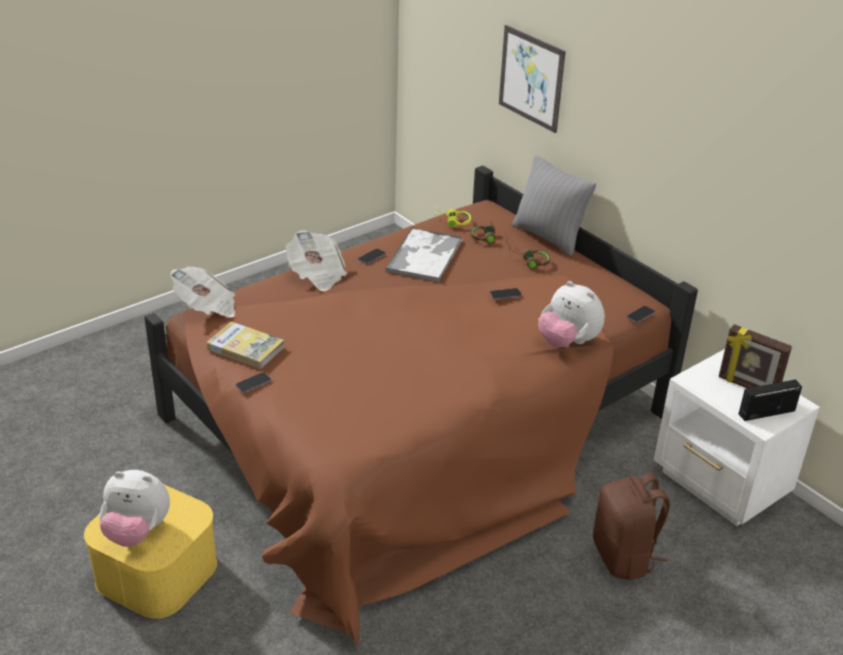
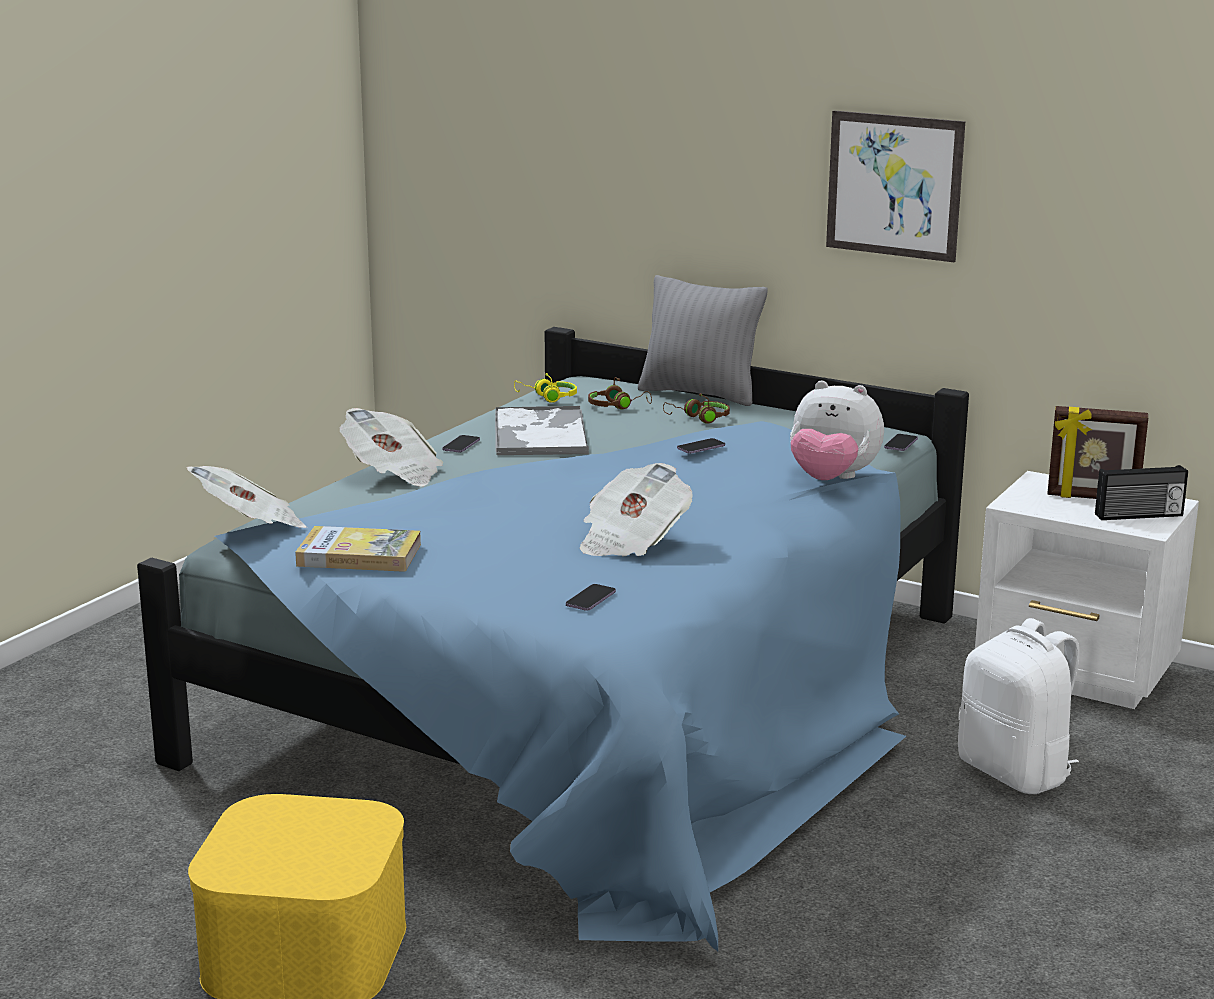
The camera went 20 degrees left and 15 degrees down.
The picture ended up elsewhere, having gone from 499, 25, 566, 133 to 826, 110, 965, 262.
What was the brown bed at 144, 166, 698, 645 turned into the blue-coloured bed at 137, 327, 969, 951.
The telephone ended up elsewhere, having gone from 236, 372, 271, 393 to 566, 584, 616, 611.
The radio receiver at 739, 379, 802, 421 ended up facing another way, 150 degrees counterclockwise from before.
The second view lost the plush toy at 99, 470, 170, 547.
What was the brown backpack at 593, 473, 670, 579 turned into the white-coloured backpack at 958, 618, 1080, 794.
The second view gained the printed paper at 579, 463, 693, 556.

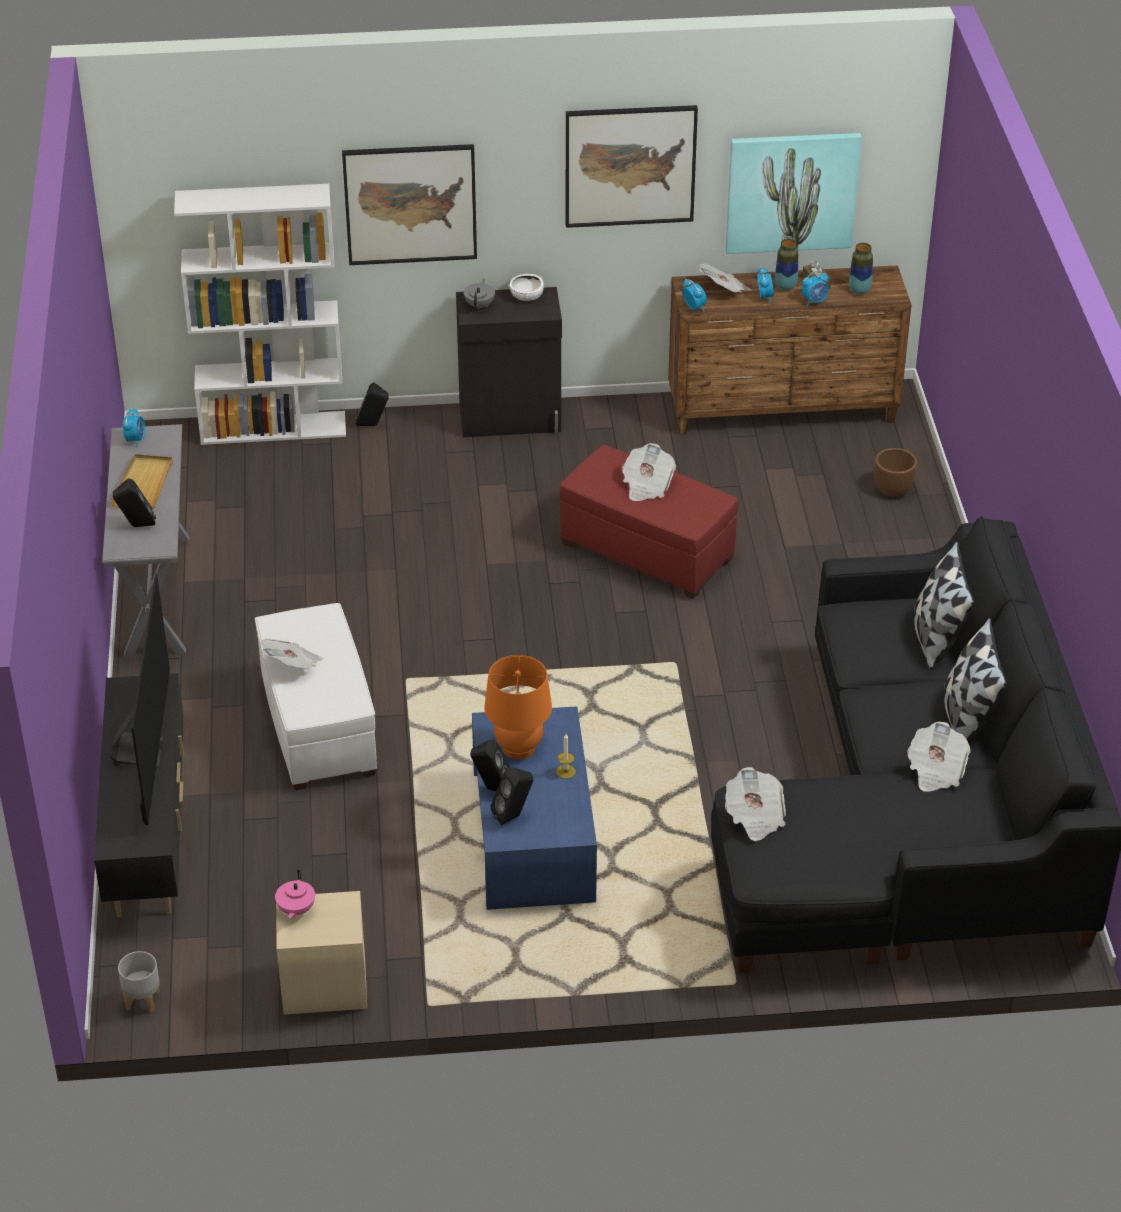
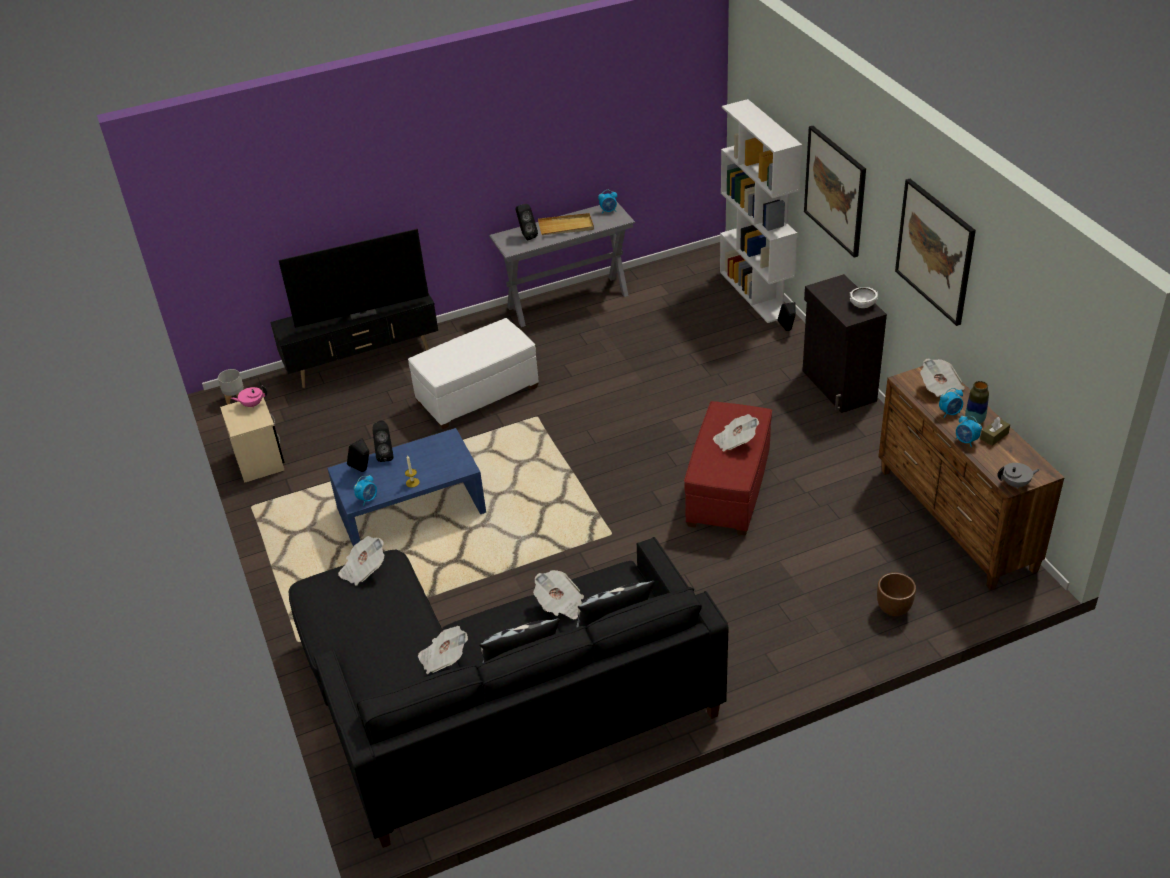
The camera went 75 degrees right and 0 degrees up.
The second view lost the picture at 726, 133, 862, 254.
The second view lost the vase at 849, 243, 873, 295.
The grey pot for tea ended up elsewhere, having gone from 464, 278, 495, 310 to 998, 463, 1040, 489.
The bedside clock ended up elsewhere, having gone from 682, 279, 707, 312 to 354, 475, 377, 506.
The printed paper ended up elsewhere, having gone from 260, 639, 323, 669 to 533, 570, 584, 619.
The second view lost the orange table lamp at 484, 655, 552, 759.

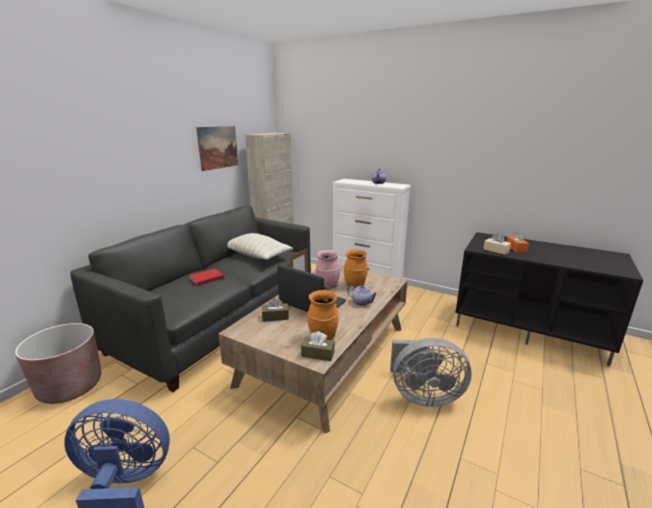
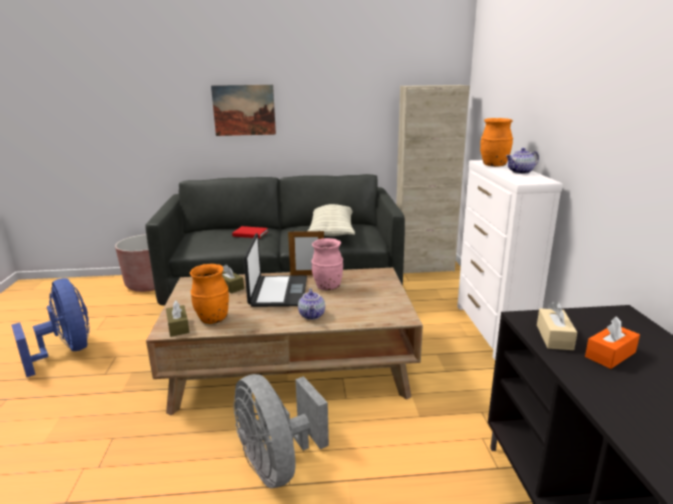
The camera went 55 degrees right and 0 degrees up.
The picture ended up elsewhere, having gone from 196, 126, 238, 171 to 211, 85, 276, 136.
The orange vase ended up elsewhere, having gone from 344, 249, 368, 288 to 480, 118, 513, 167.

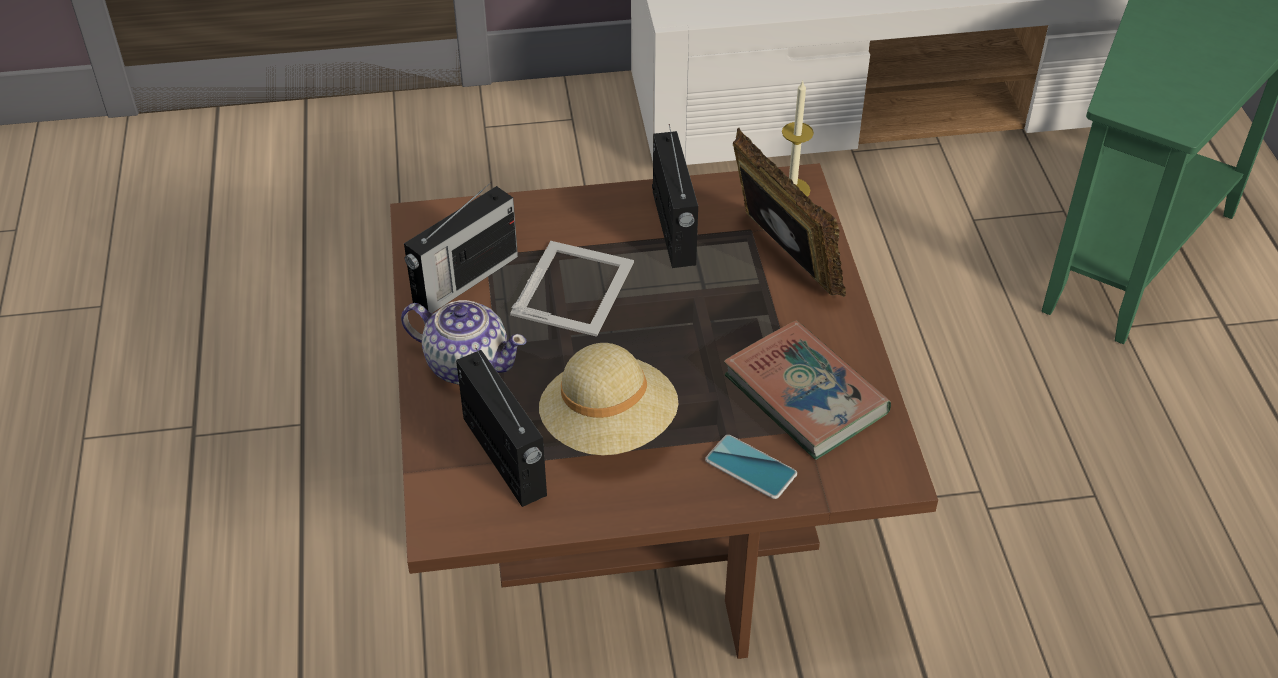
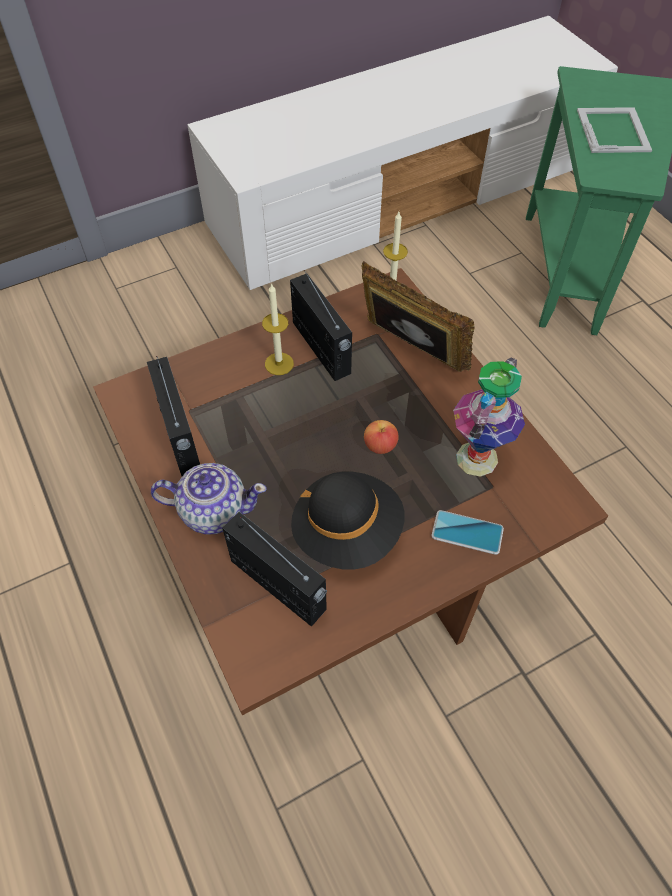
The camera went 20 degrees left and 10 degrees up.
The radio receiver at 404, 182, 518, 313 ended up facing another way, 45 degrees counterclockwise from before.
The photo frame ended up elsewhere, having gone from 510, 241, 634, 337 to 577, 107, 652, 153.
Where the bound book stood at 724, 321, 891, 460, the vase came to stand at 453, 357, 525, 477.
What was the beige-coloured hat at 539, 343, 679, 455 turned into the blackish hat at 291, 472, 405, 570.
The second view gained the candle at 262, 283, 294, 375.
The second view gained the whole apple at 364, 420, 399, 454.

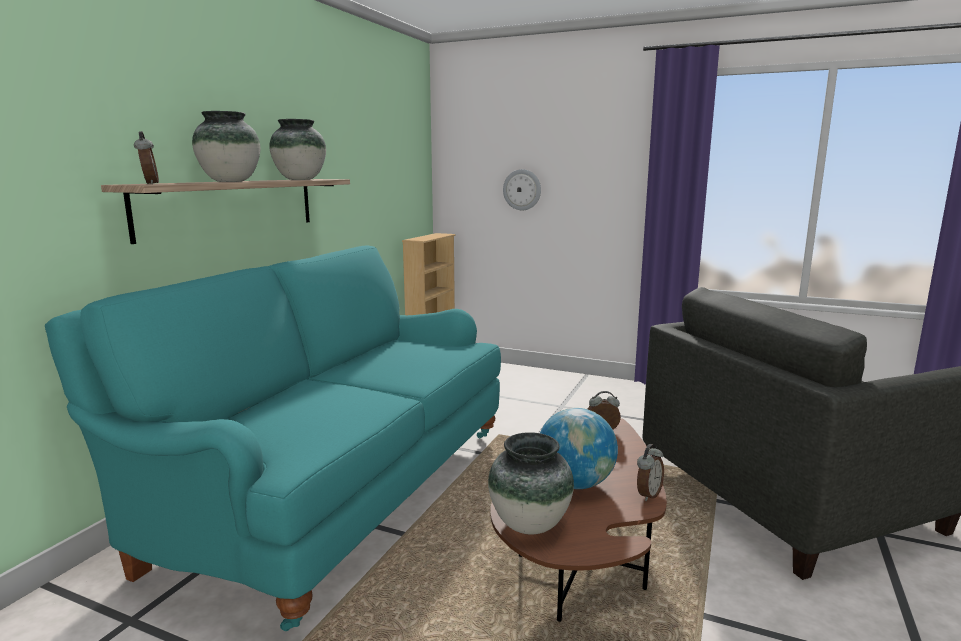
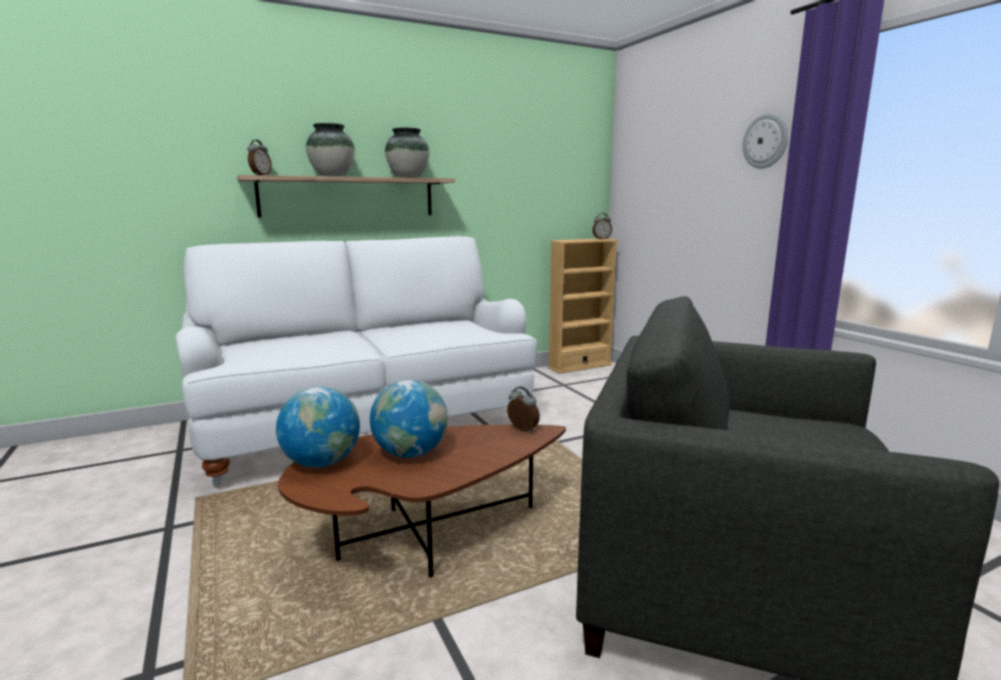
The camera went 40 degrees right and 0 degrees up.
The hanging clock ended up elsewhere, having gone from 503, 169, 541, 210 to 743, 113, 788, 169.
What was the turquoise-coloured couch at 45, 246, 501, 631 turned into the white-coloured couch at 175, 236, 537, 486.
Where the vase stood at 488, 432, 574, 535, the desk globe came to stand at 276, 387, 360, 468.
The bedside clock ended up elsewhere, having gone from 637, 444, 664, 501 to 592, 213, 612, 239.

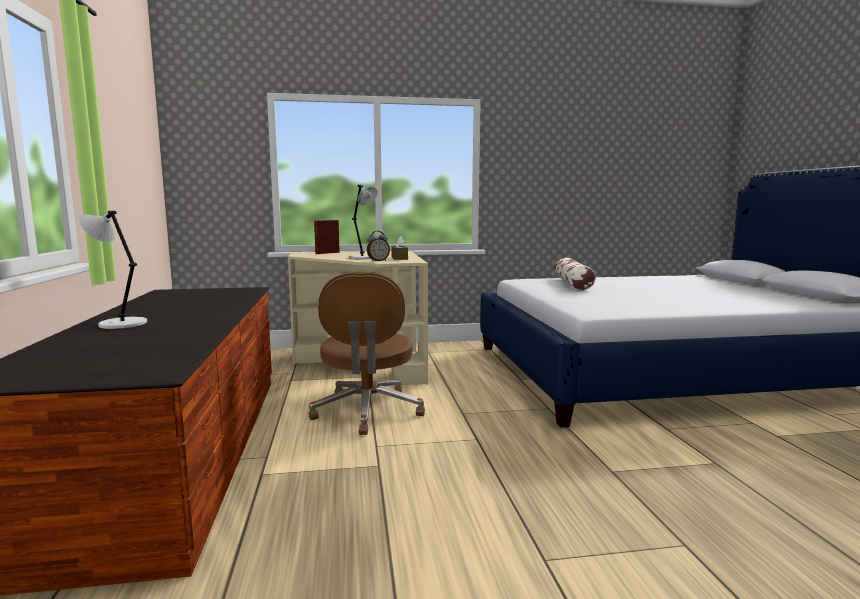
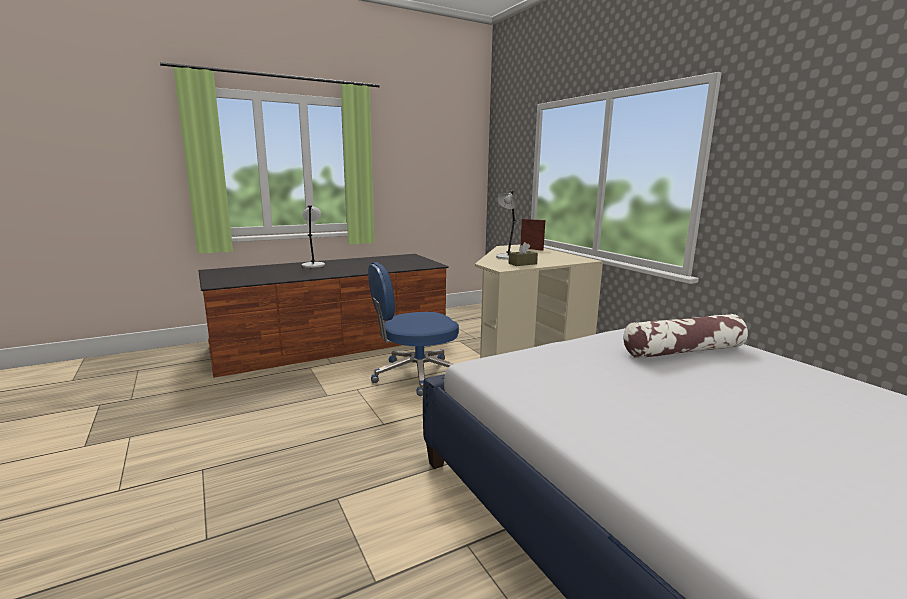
The camera went 70 degrees right and 5 degrees up.
The second view lost the bedside clock at 367, 231, 390, 262.
What was the brown desk chair at 309, 272, 425, 435 turned into the blue-coloured desk chair at 368, 262, 459, 396.

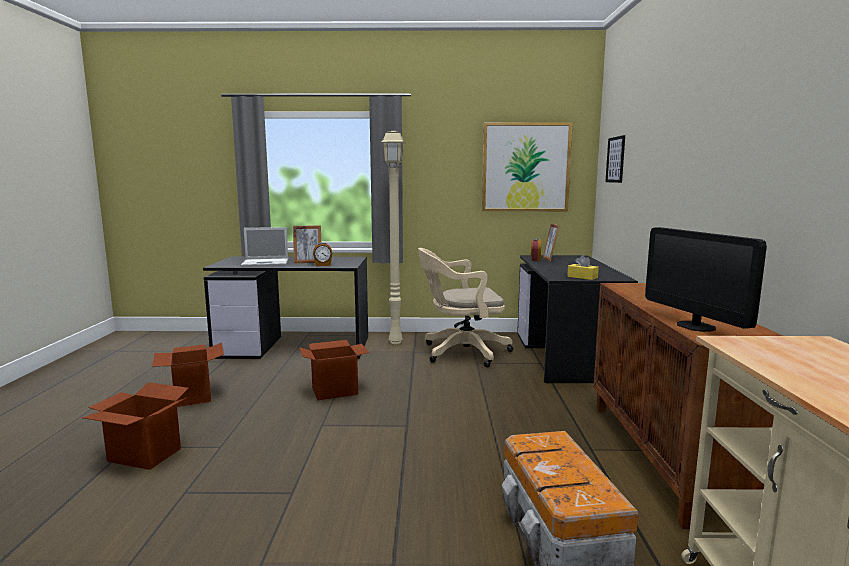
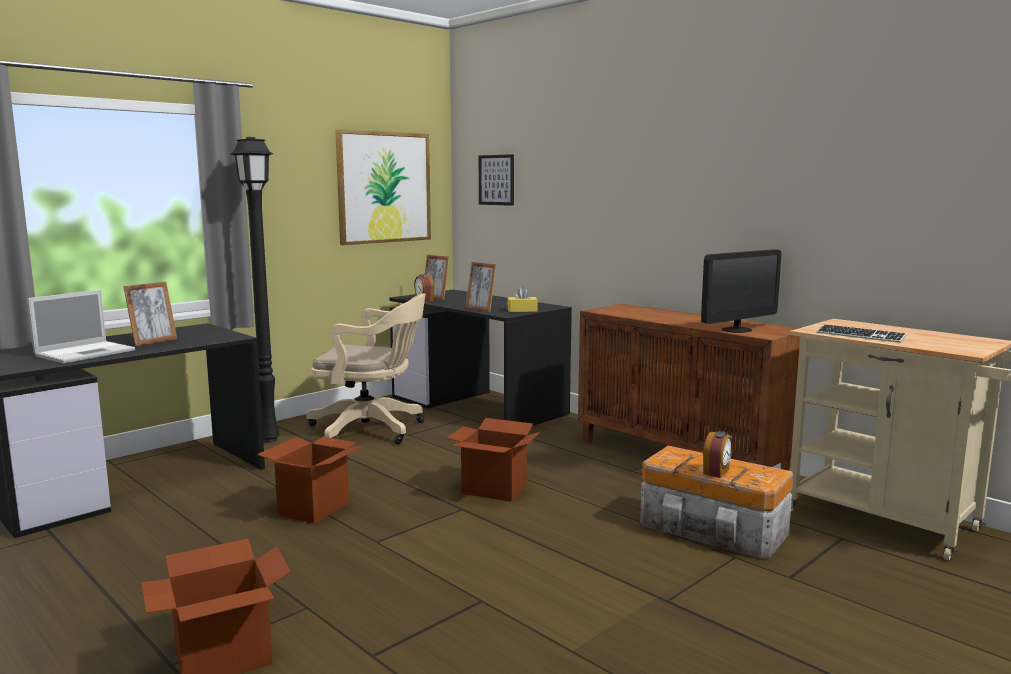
The camera went 45 degrees left and 0 degrees up.
What was the beige-coloured standing lamp at 381, 130, 405, 344 turned into the blackish standing lamp at 230, 137, 280, 443.
The computer display at 645, 227, 767, 332 ended up facing another way, 60 degrees counterclockwise from before.
The bedside clock ended up elsewhere, having gone from 313, 242, 332, 266 to 703, 431, 732, 478.
The beige-coloured desk chair at 418, 248, 513, 368 ended up facing another way, 120 degrees counterclockwise from before.
The carton ended up elsewhere, having gone from 152, 342, 224, 407 to 447, 418, 540, 502.
The second view gained the photo frame at 465, 262, 497, 312.
The second view gained the computer keyboard at 817, 324, 907, 343.

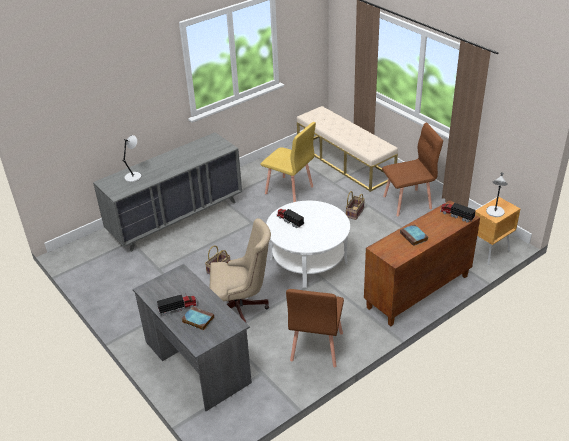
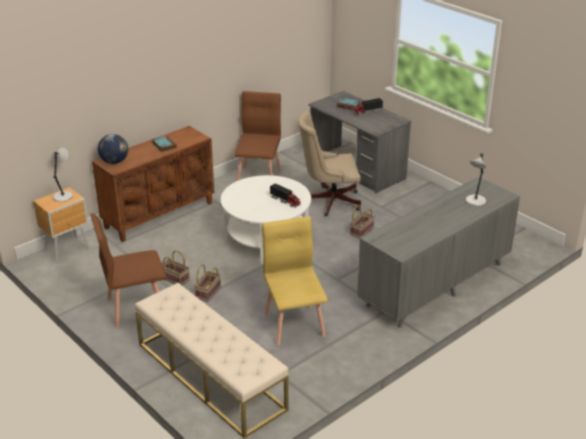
The camera went 175 degrees right and 5 degrees down.
The yellowish upright chair at 260, 122, 316, 202 ended up facing another way, 45 degrees clockwise from before.
Where the toy truck stood at 440, 203, 476, 223, the desk globe came to stand at 98, 134, 128, 164.
The second view gained the basket at 162, 250, 190, 286.

